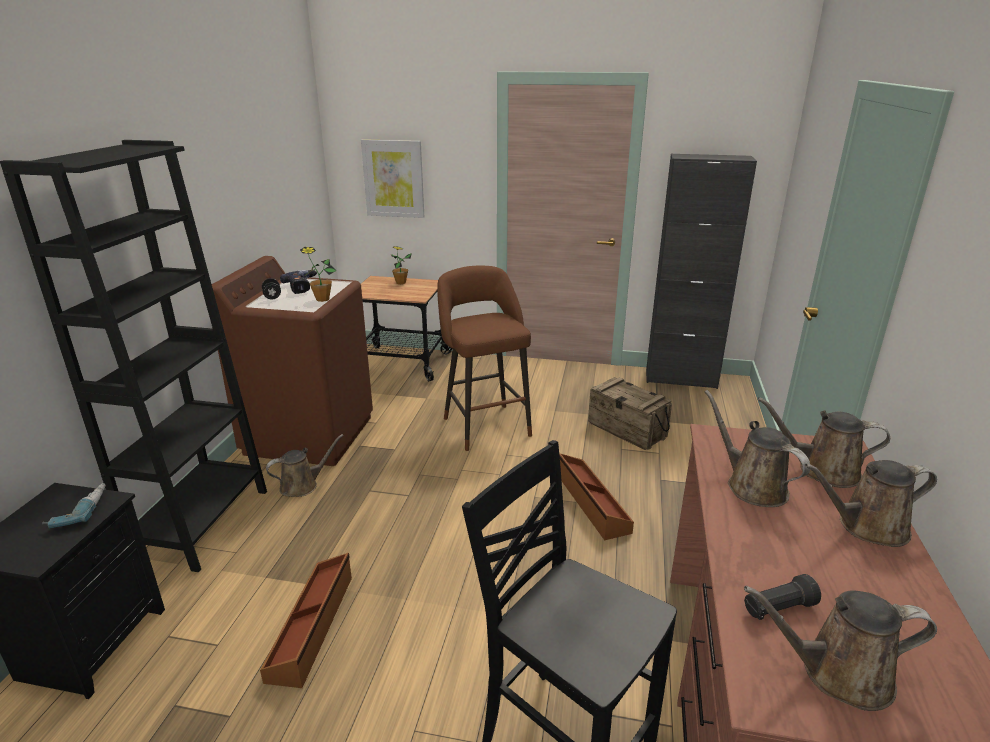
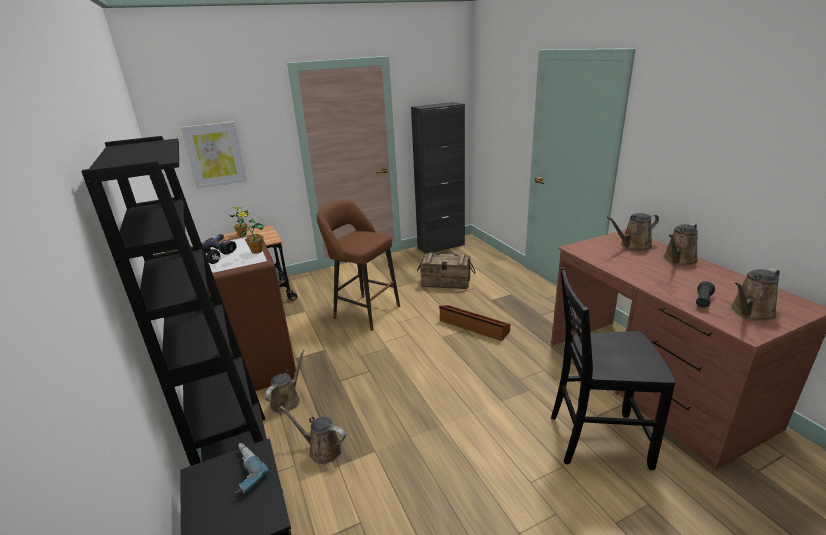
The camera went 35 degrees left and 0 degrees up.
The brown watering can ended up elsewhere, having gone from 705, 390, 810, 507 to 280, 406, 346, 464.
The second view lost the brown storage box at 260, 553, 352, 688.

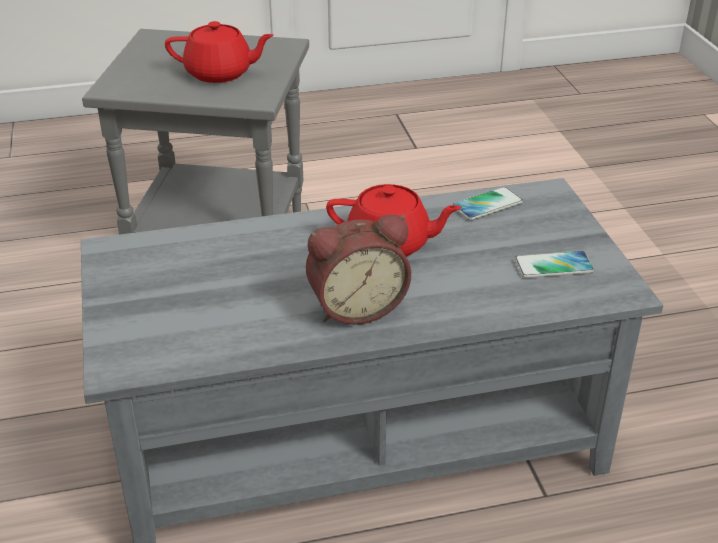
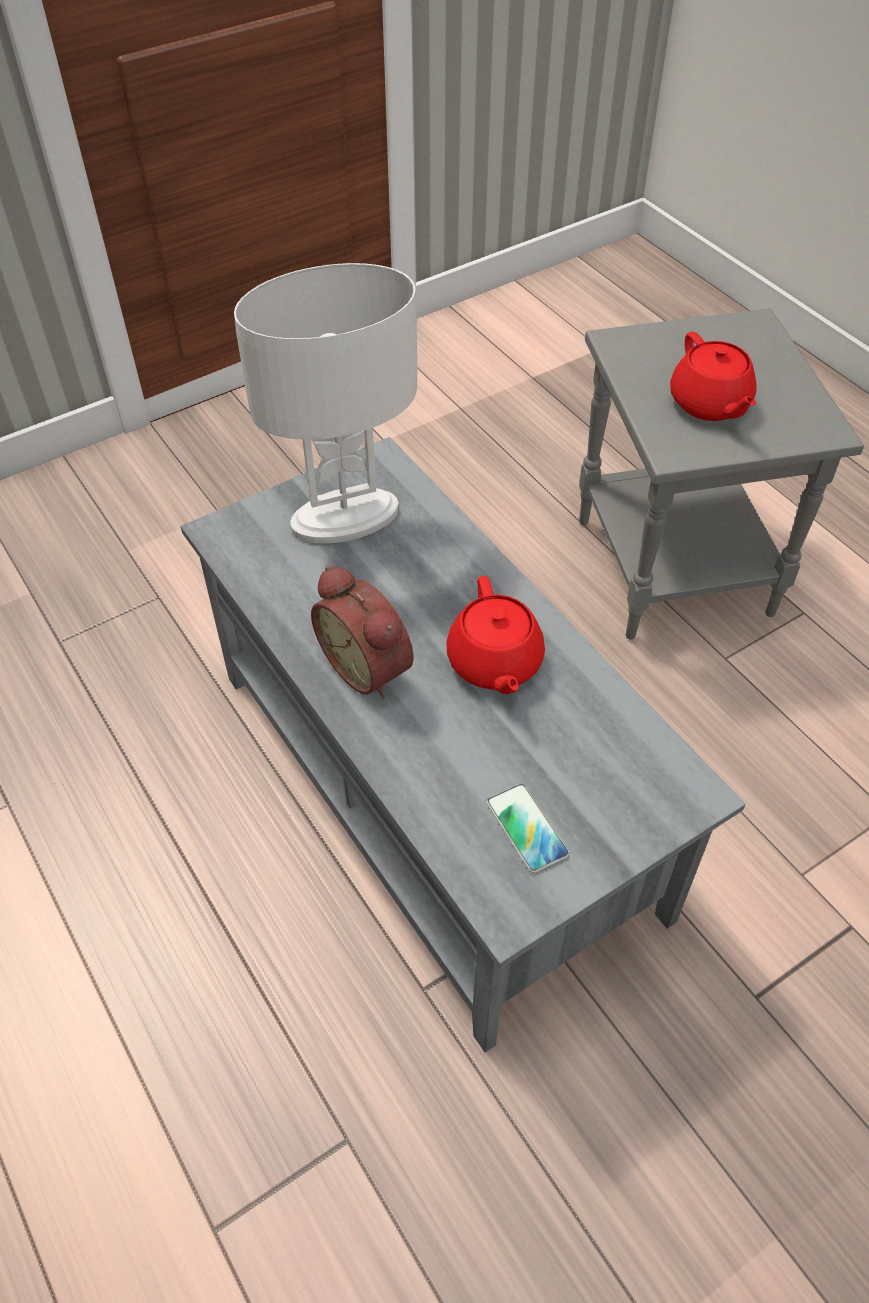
The camera went 70 degrees right and 15 degrees up.
The second view lost the telephone at 452, 187, 523, 220.
The second view gained the white-coloured table lamp at 234, 263, 417, 543.

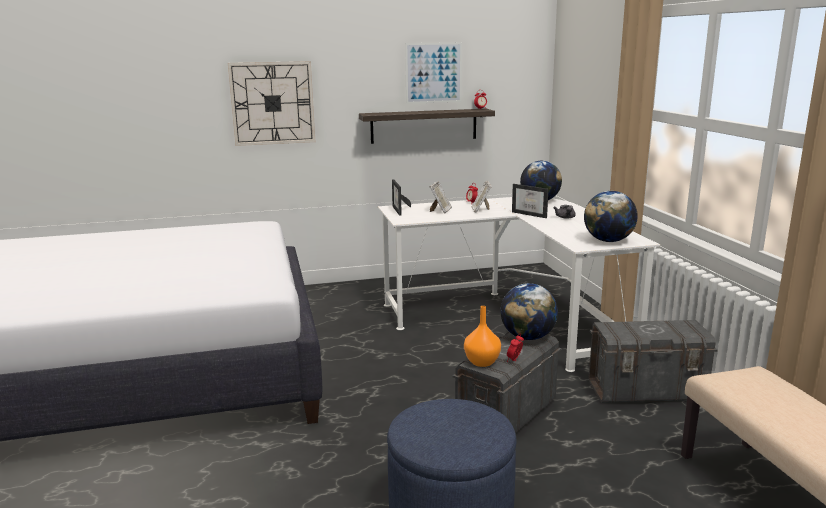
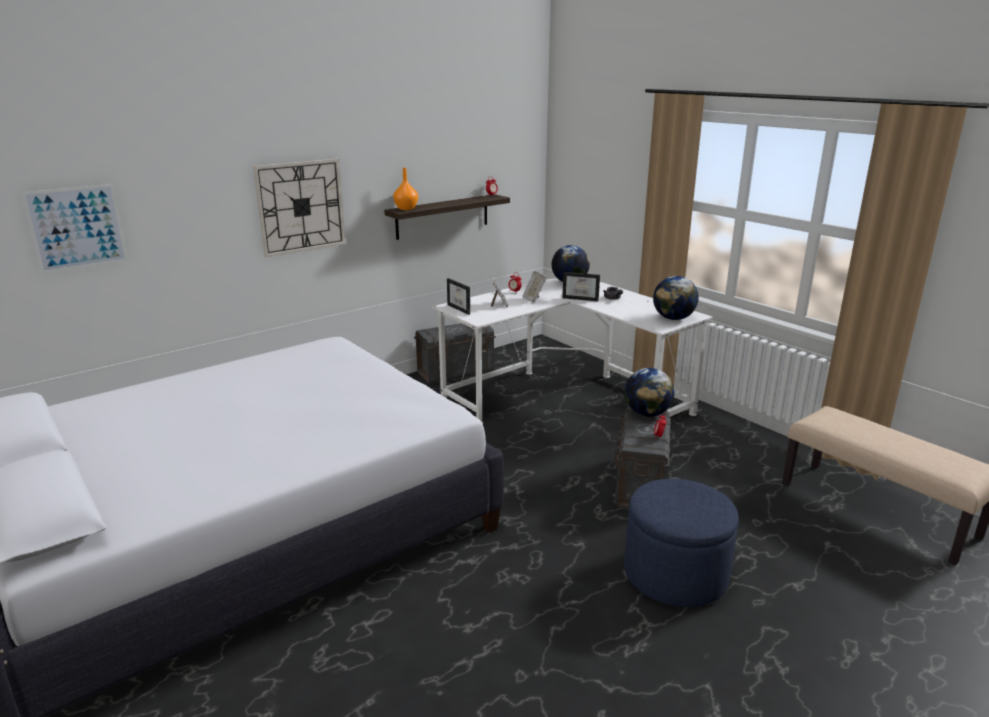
The camera went 25 degrees left and 5 degrees up.
The picture ended up elsewhere, having gone from 405, 42, 462, 104 to 21, 184, 128, 274.
The orange vase ended up elsewhere, having gone from 464, 306, 501, 367 to 393, 168, 418, 210.
The grey storage box ended up elsewhere, having gone from 589, 320, 718, 403 to 414, 323, 496, 384.

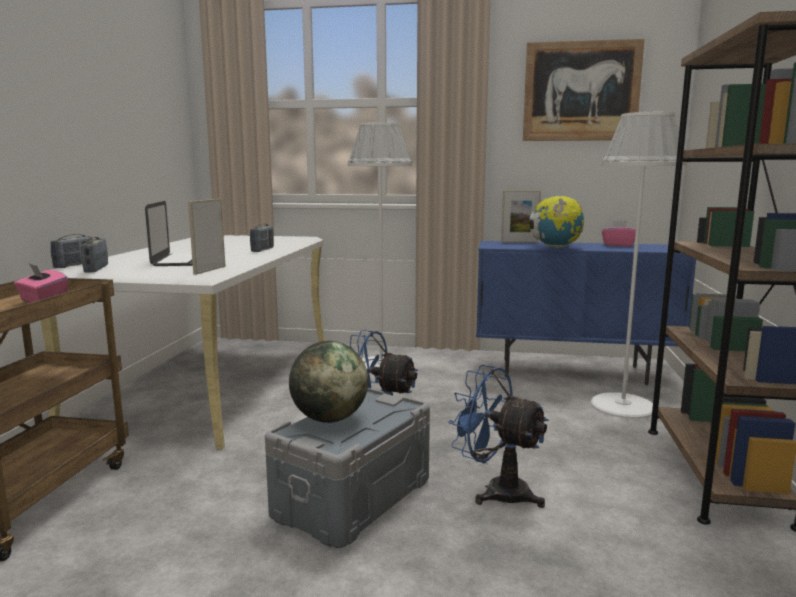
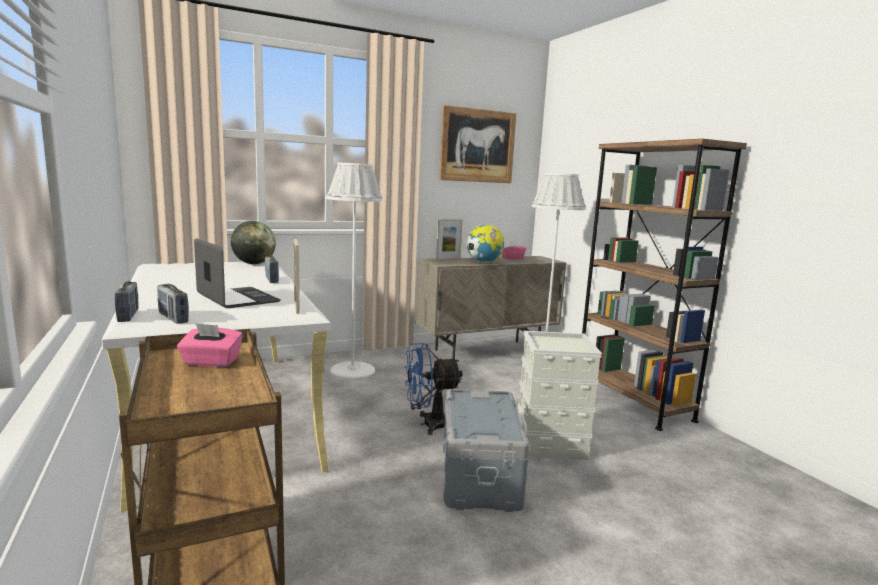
The camera went 35 degrees left and 0 degrees up.
What was the blue-coloured cupboard at 476, 241, 696, 385 turned into the beige-coloured cupboard at 416, 256, 566, 360.
The desk globe ended up elsewhere, having gone from 289, 341, 368, 423 to 231, 221, 276, 264.
Where the blue-coloured cooling fan stood at 448, 365, 549, 508, the grey storage box came to stand at 518, 331, 602, 460.

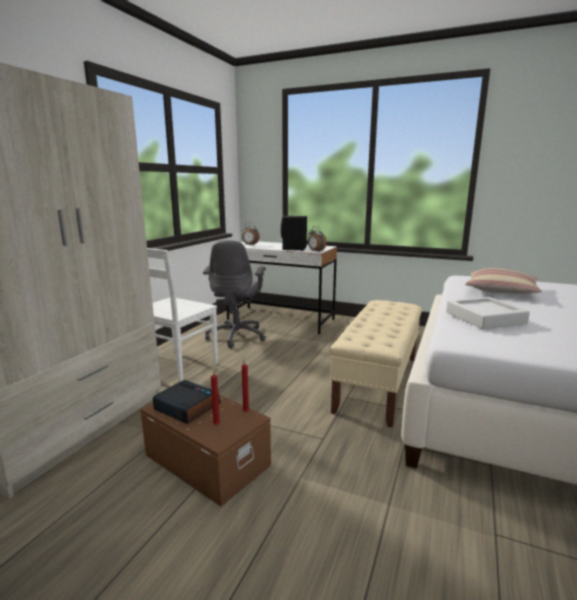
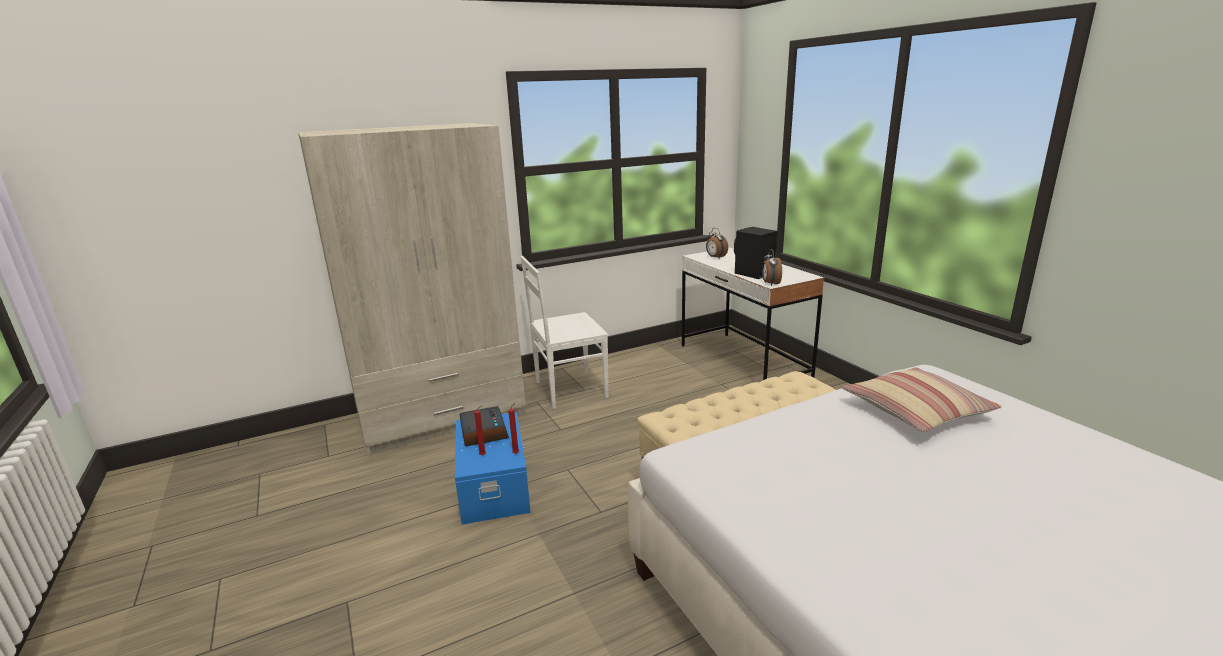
The camera went 40 degrees right and 5 degrees up.
The second view lost the grey desk chair at 203, 240, 266, 349.
The second view lost the grey tray at 446, 297, 530, 329.
What was the brown storage box at 141, 395, 271, 507 turned into the blue-coloured storage box at 455, 412, 531, 525.

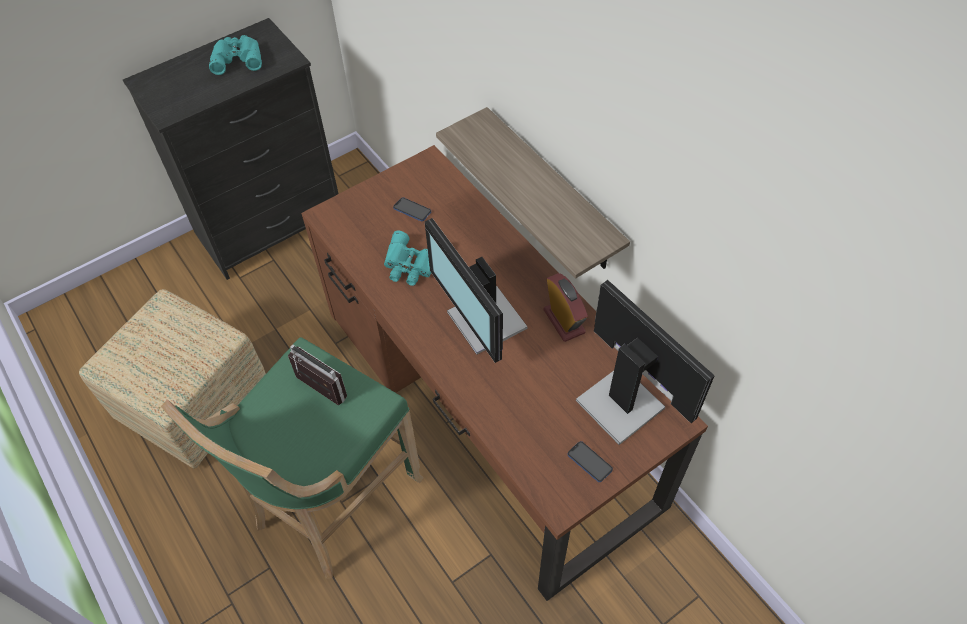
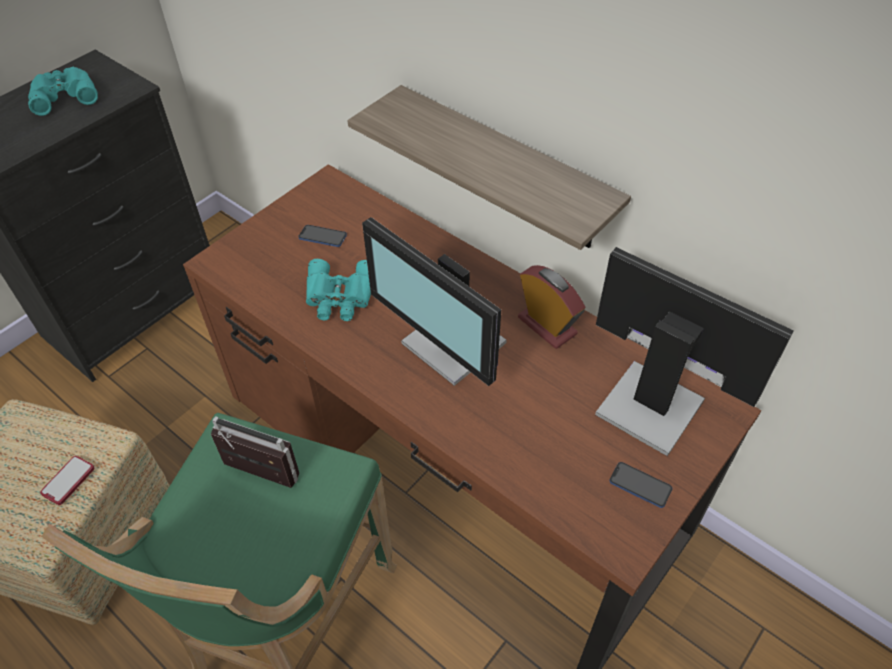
The camera went 15 degrees left and 5 degrees down.
The second view gained the telephone at 40, 456, 94, 505.

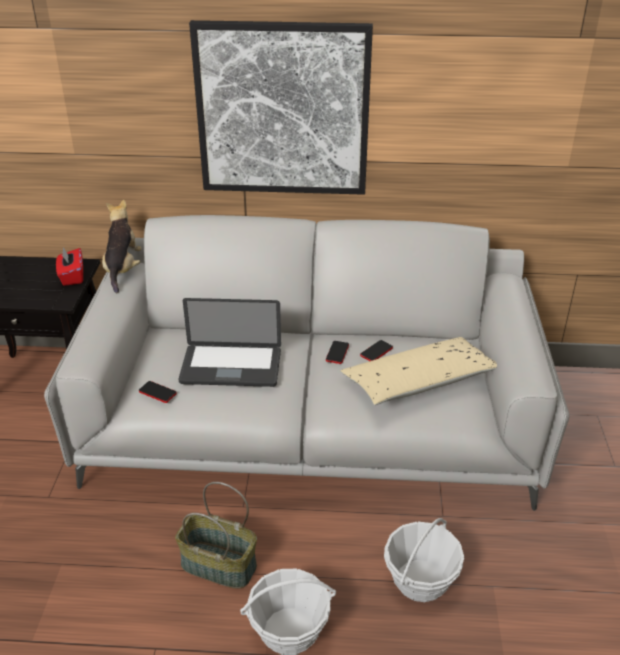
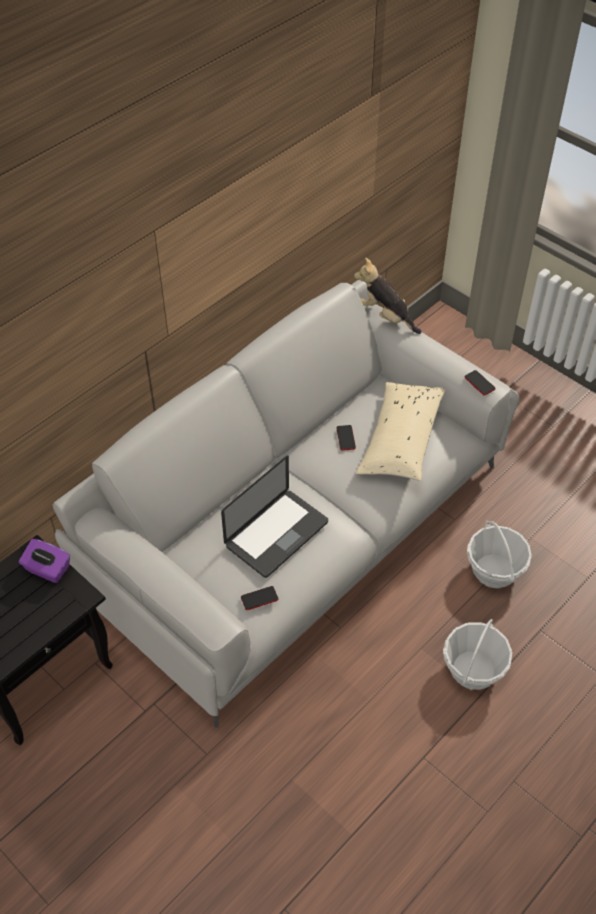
The camera went 50 degrees left and 15 degrees up.
The second view lost the picture at 189, 20, 373, 195.
The plush toy ended up elsewhere, having gone from 102, 200, 142, 293 to 354, 258, 422, 334.
What was the red tissue holder at 56, 247, 83, 286 turned into the purple-coloured tissue holder at 19, 539, 70, 583.
The telephone ended up elsewhere, having gone from 326, 341, 349, 364 to 464, 370, 495, 396.
The second view lost the basket at 175, 482, 257, 589.

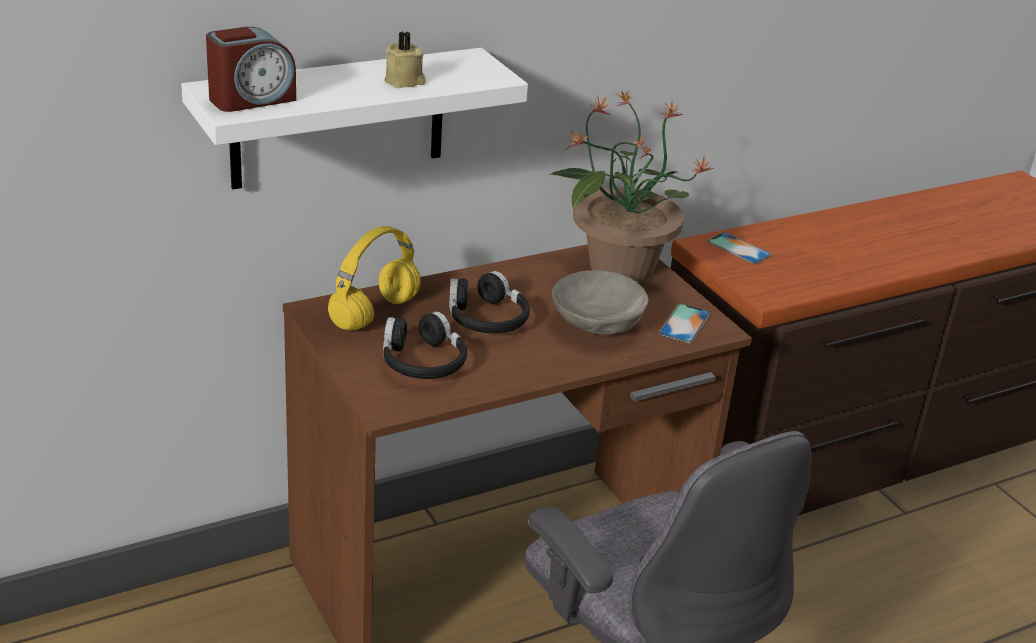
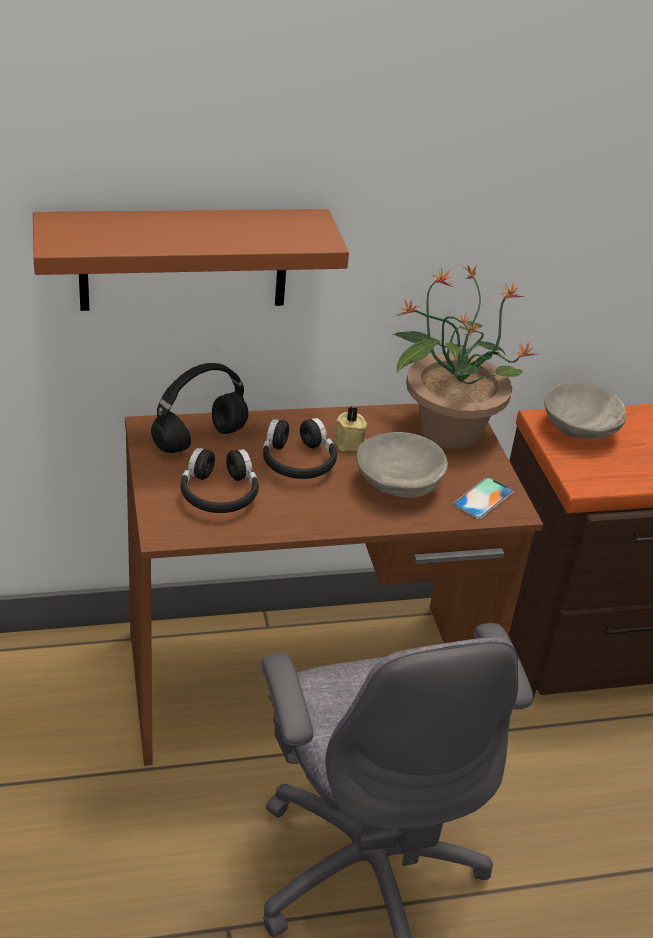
The camera went 15 degrees right and 5 degrees up.
The second view lost the bedside clock at 206, 27, 296, 112.
The beige-coloured candle ended up elsewhere, having gone from 384, 31, 426, 88 to 333, 406, 367, 451.
What was the white-coloured bracket shelf at 181, 48, 528, 189 turned into the brown bracket shelf at 33, 209, 349, 311.
What was the yellowish headphones at 328, 226, 421, 330 turned into the blackish headphones at 151, 363, 248, 453.
Where the telephone stood at 707, 232, 771, 264, the grey deep dish came to stand at 544, 382, 627, 439.

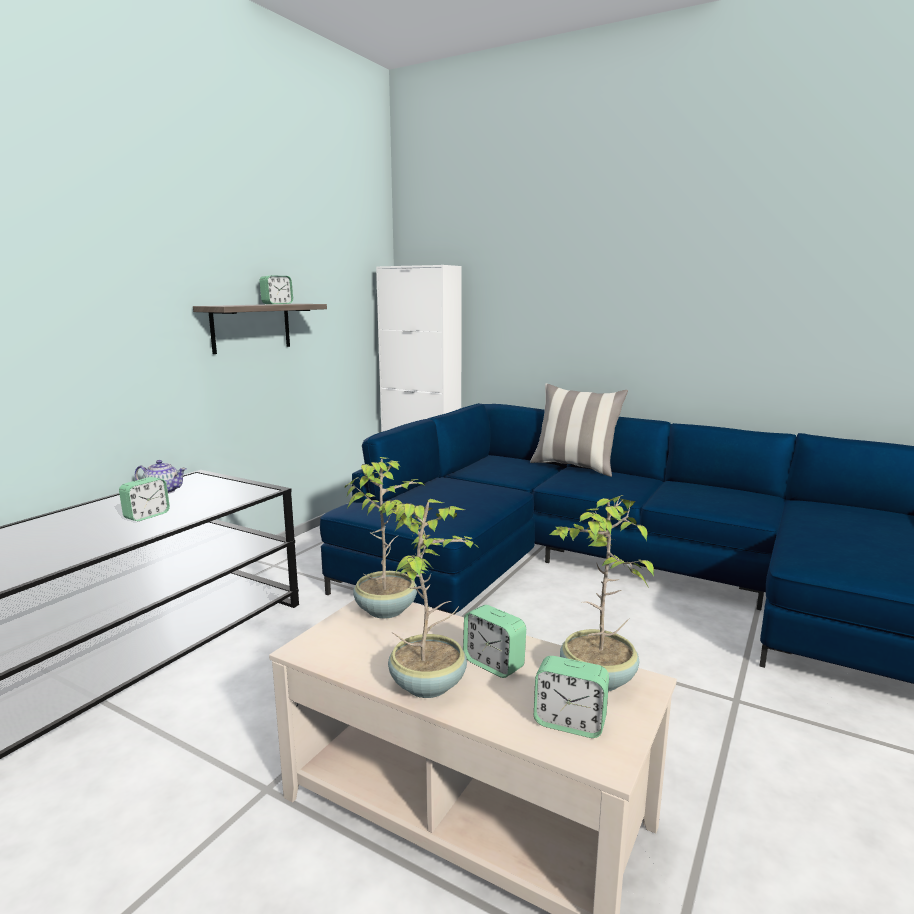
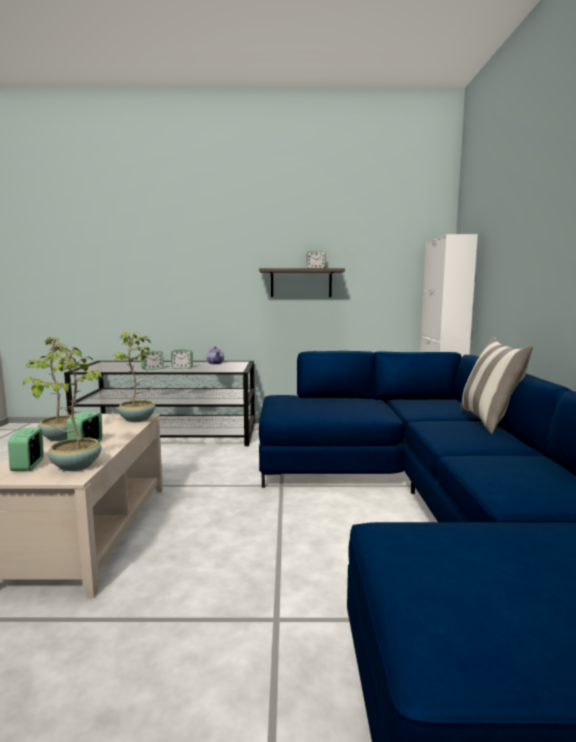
The camera went 60 degrees right and 5 degrees down.
The second view gained the bedside clock at 141, 350, 164, 370.

